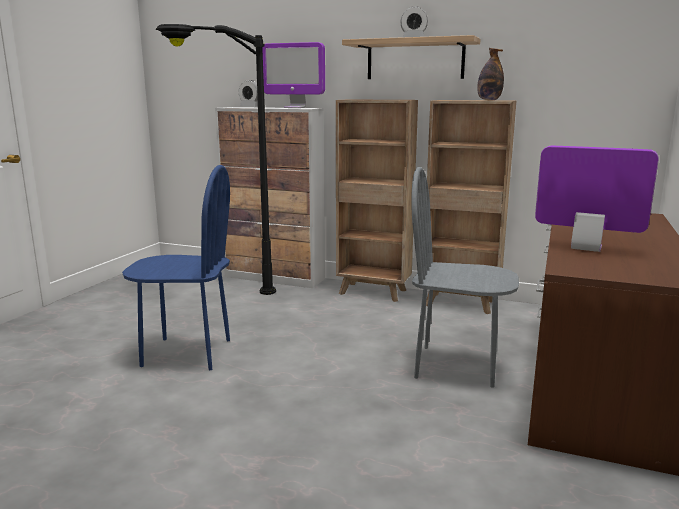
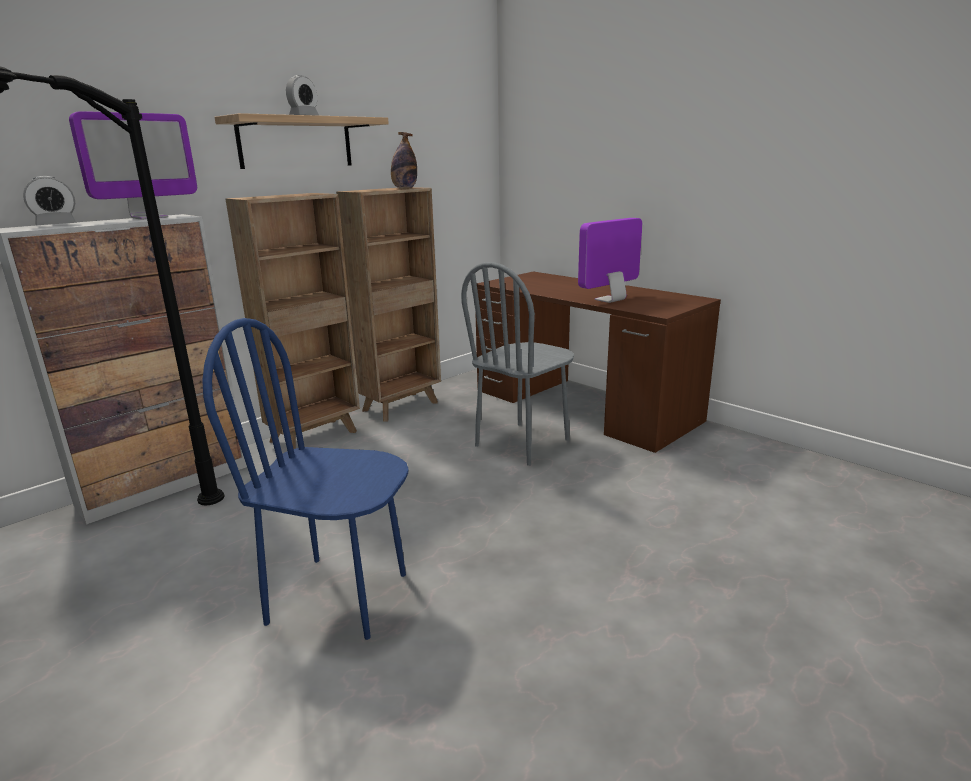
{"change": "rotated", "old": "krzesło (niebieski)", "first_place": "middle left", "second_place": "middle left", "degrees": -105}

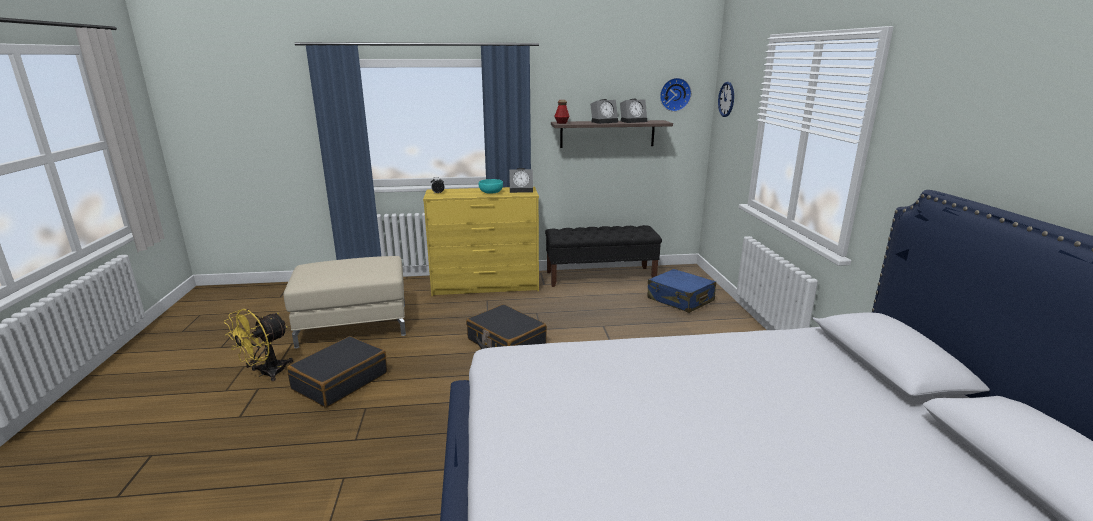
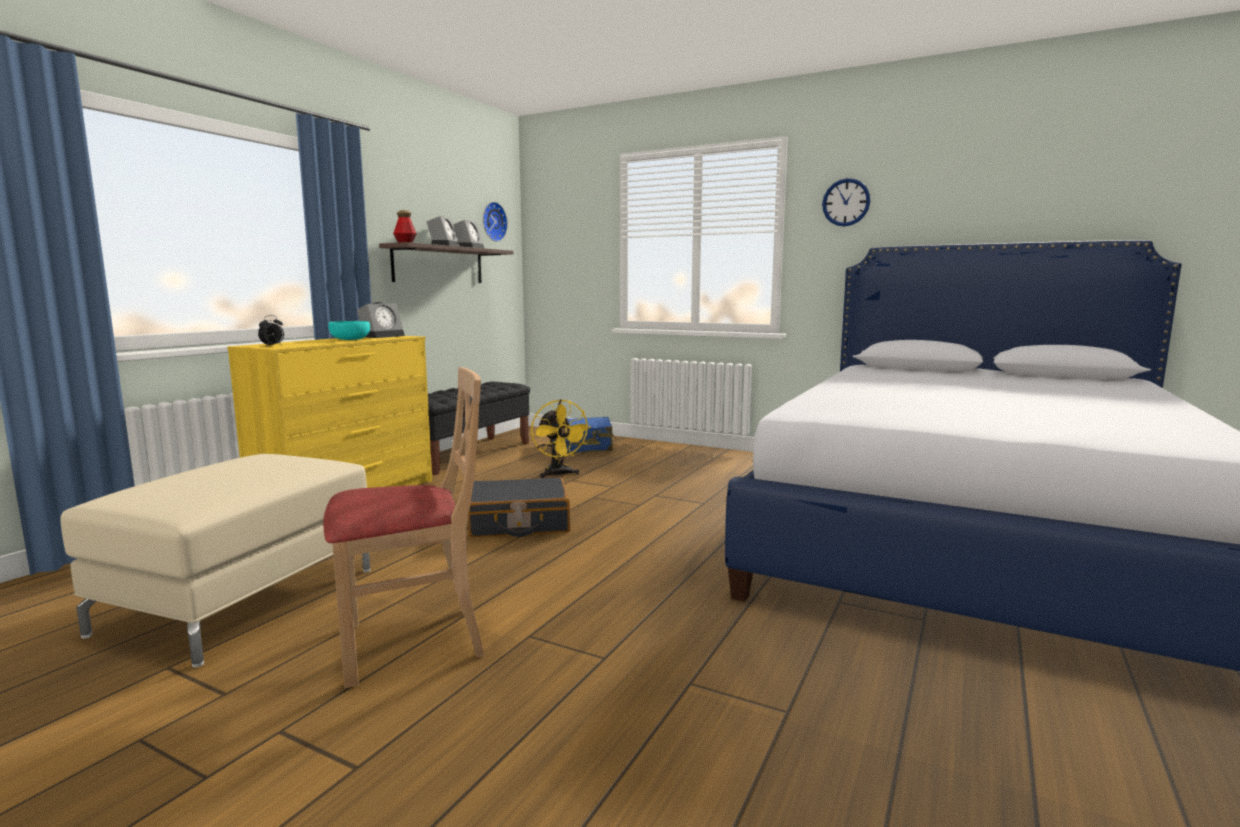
{"change": "shifted", "old": "wentylator (żółty)", "first_place": "middle left", "second_place": "centre"}
{"change": "shifted", "old": "zegar ścienny (no. 2 from left)", "first_place": "top centre", "second_place": "top right"}
{"change": "swapped", "old": "walizka (czarny) (no. 1 from left)", "new": "krzesło (beżowy)", "first_place": "bottom left", "second_place": "middle left"}

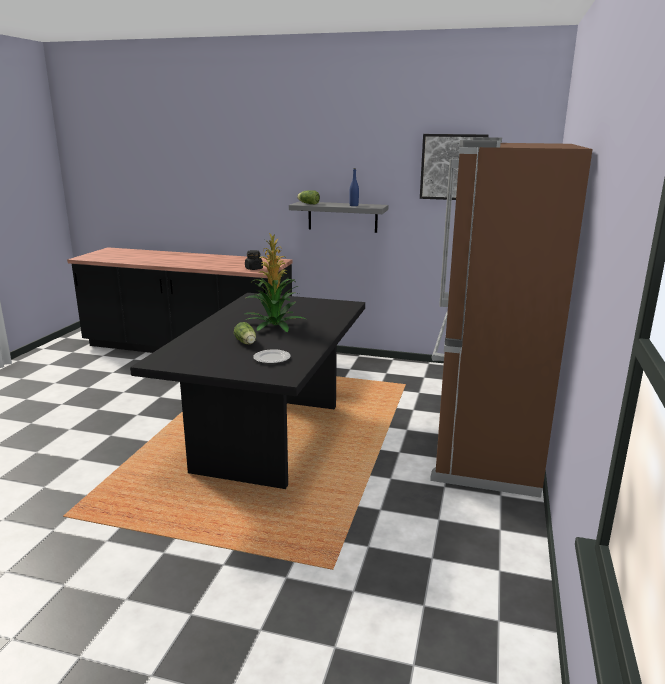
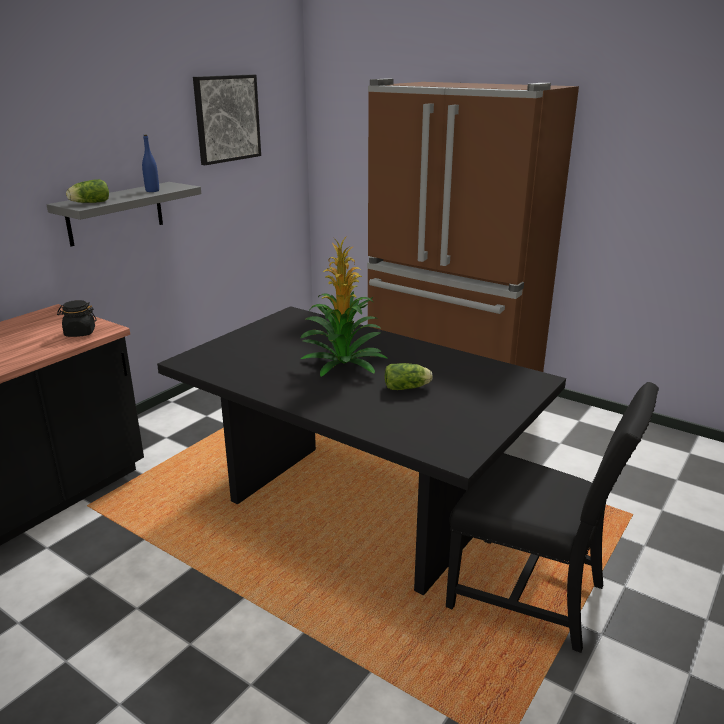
{"change": "gone", "old": "talerz", "first_place": "centre"}
{"change": "new", "new": "krzesło (czarny)", "second_place": "bottom right"}

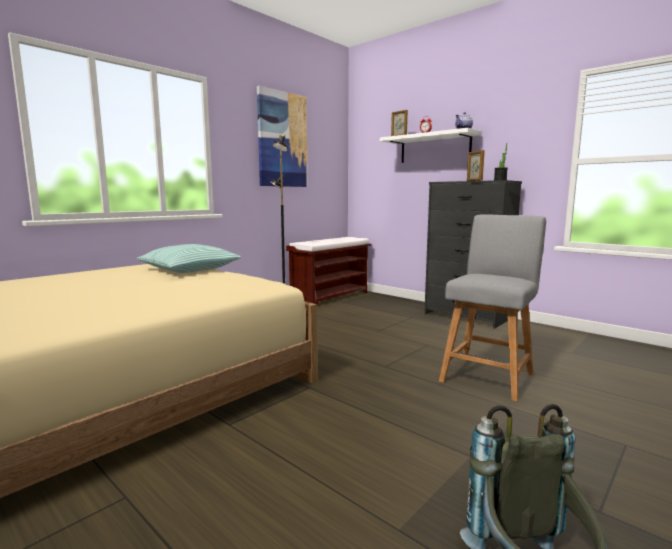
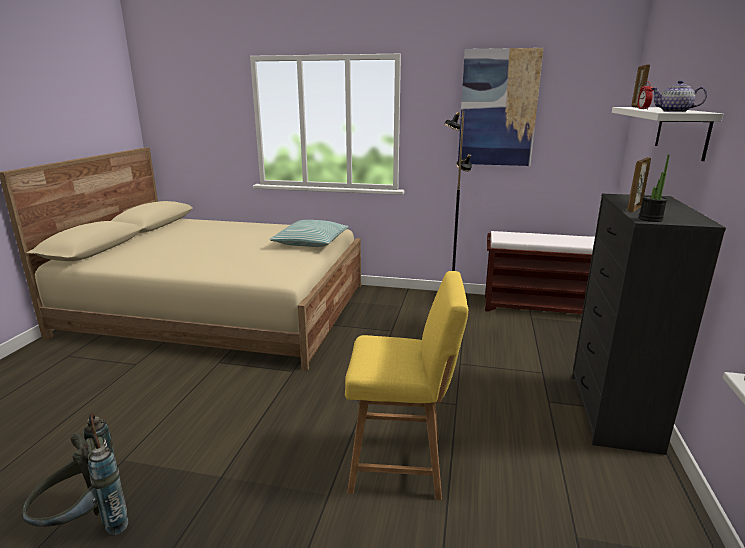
{"change": "repainted", "old": "krzesło (szary)", "new": "krzesło (żółty)", "first_place": "middle right", "second_place": "bottom centre"}

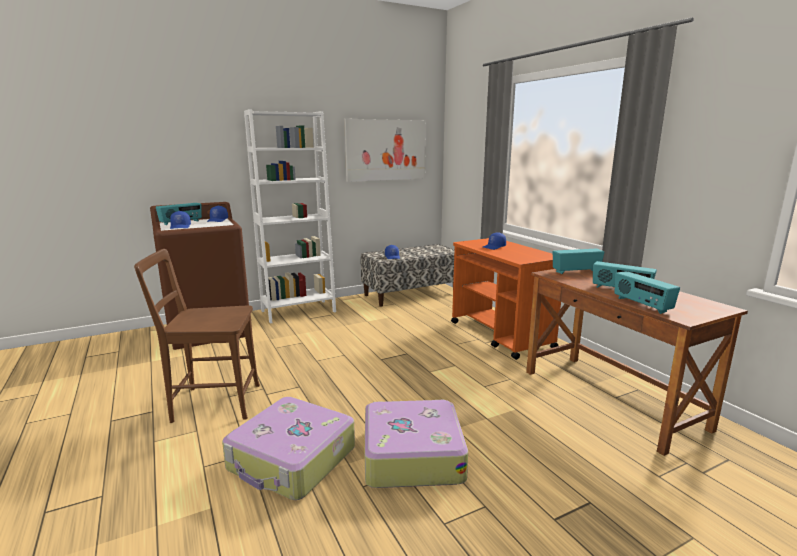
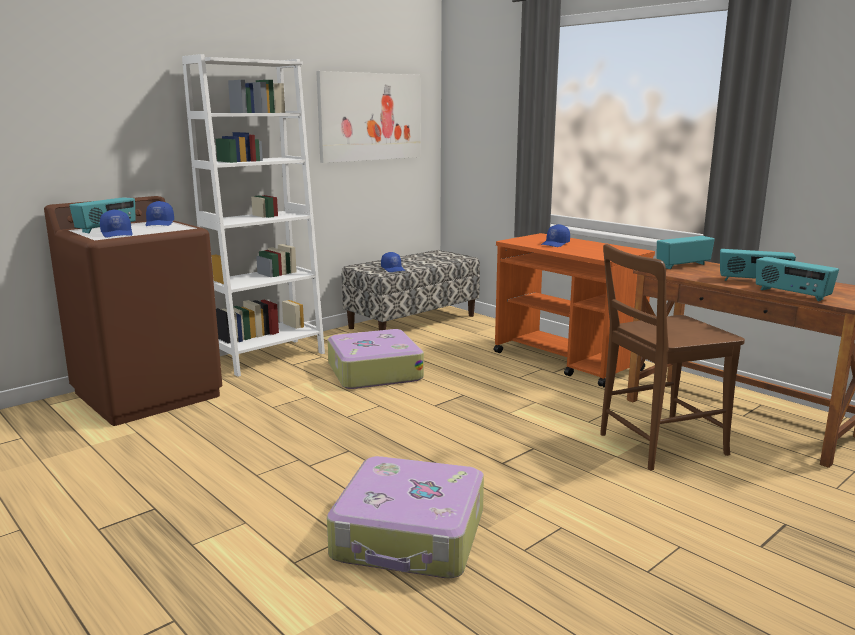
{"change": "shifted", "old": "krzesło (brązowy)", "first_place": "middle left", "second_place": "middle right"}
{"change": "shifted", "old": "walizka (no. 2 from left in the first image)", "new": "walizka (no. 1 from left)", "first_place": "bottom centre", "second_place": "centre"}

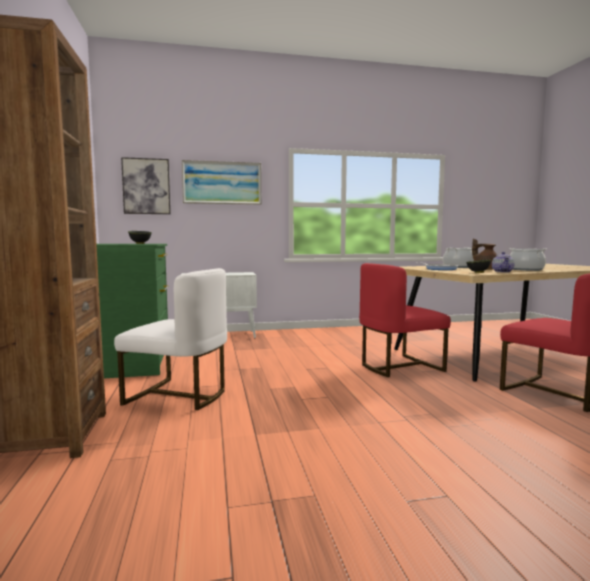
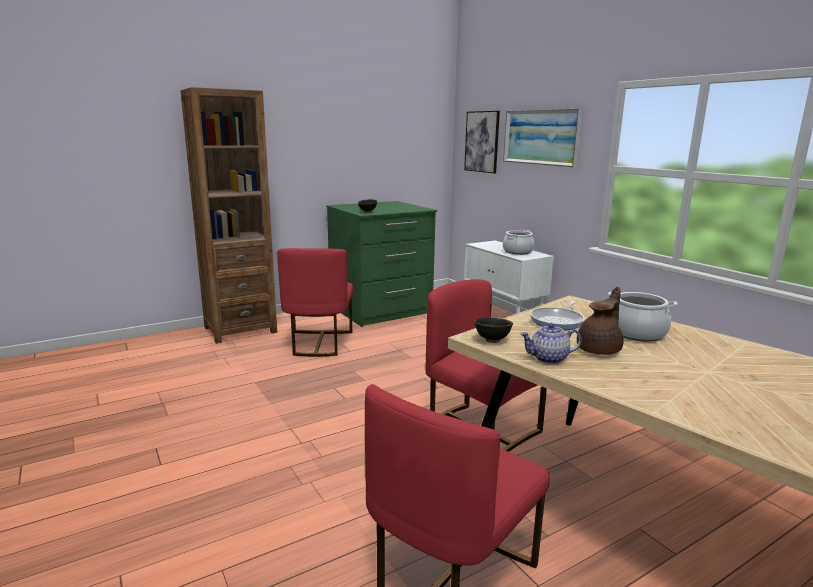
{"change": "shifted", "old": "garnek (no. 2 from left in the first image)", "new": "garnek (no. 1 from left)", "first_place": "middle right", "second_place": "centre"}
{"change": "repainted", "old": "krzesło (biały)", "new": "krzesło (czerwony) (no. 1 from left)", "first_place": "middle left", "second_place": "centre"}

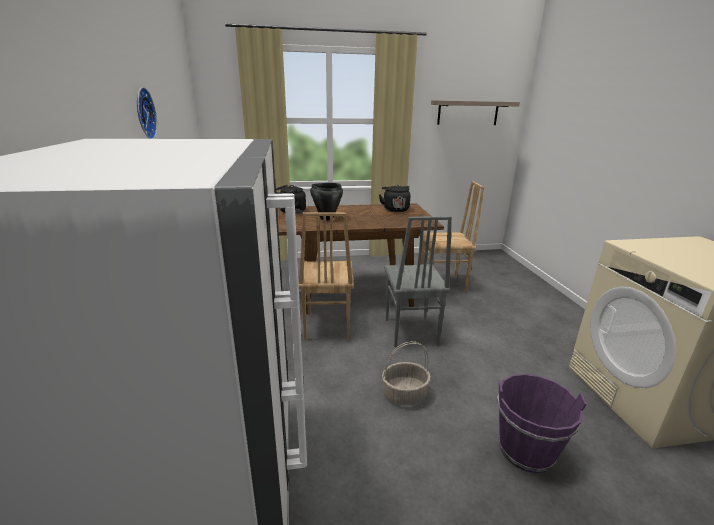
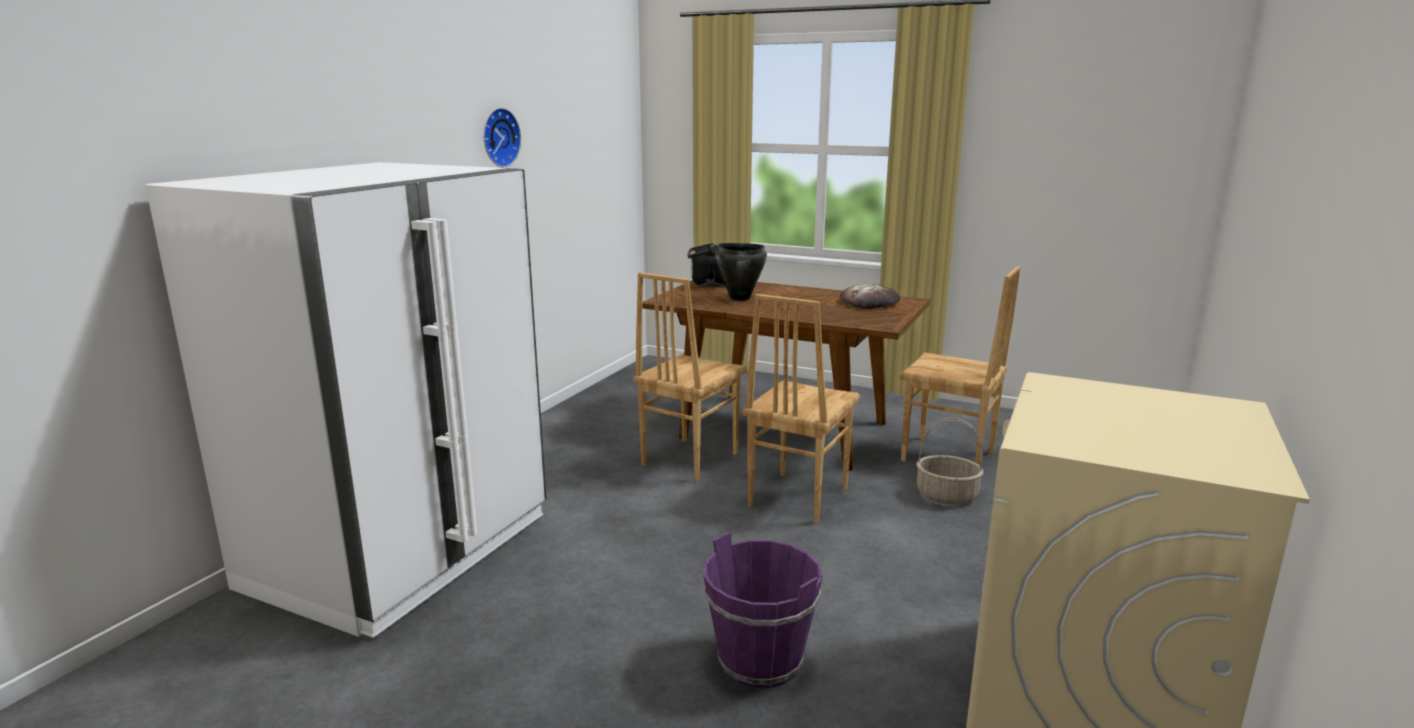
{"change": "gone", "old": "półka", "first_place": "top centre"}
{"change": "shifted", "old": "koszyk", "first_place": "bottom centre", "second_place": "middle right"}
{"change": "swapped", "old": "czajnik (czarny) (no. 2 from left)", "new": "chleb", "first_place": "centre", "second_place": "centre"}
{"change": "repainted", "old": "krzesło (szary)", "new": "krzesło (brązowy) (no. 2 from left)", "first_place": "centre", "second_place": "centre"}

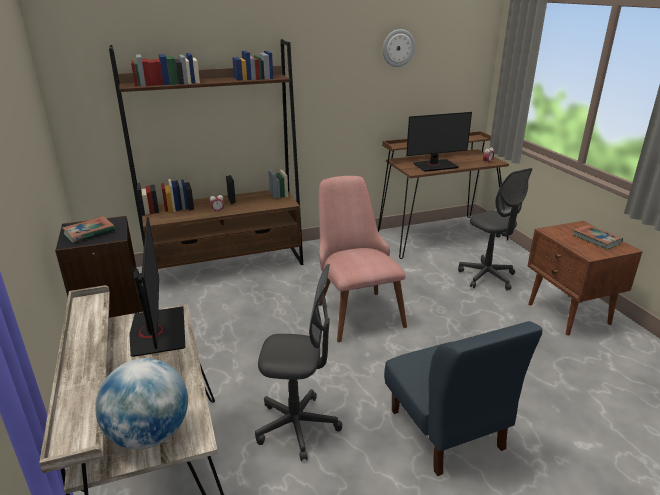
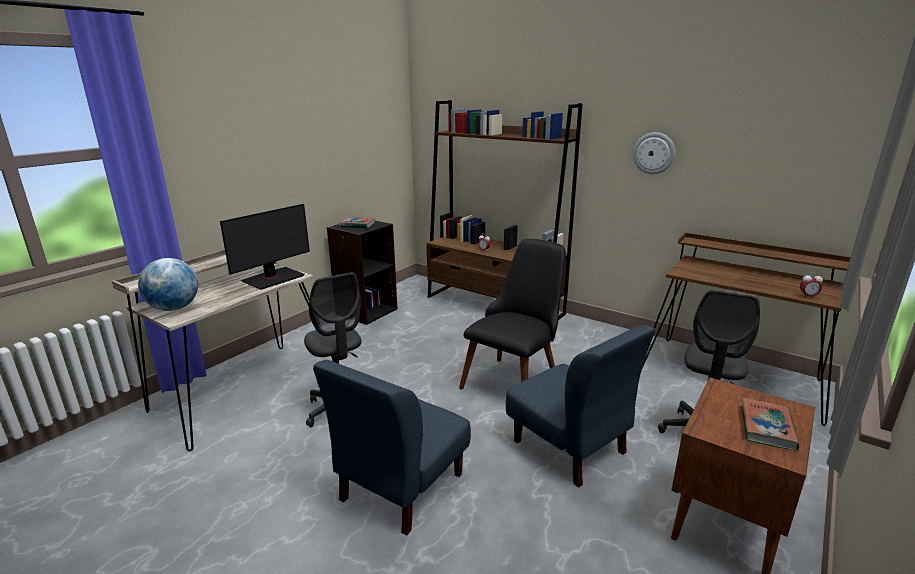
{"change": "gone", "old": "monitor (no. 2 from left)", "first_place": "top centre"}
{"change": "new", "new": "krzesło (niebieski) (no. 2 from left)", "second_place": "bottom centre"}
{"change": "shifted", "old": "zegar ścienny", "first_place": "top centre", "second_place": "top right"}
{"change": "repainted", "old": "krzesło (różowy)", "new": "krzesło (czarny)", "first_place": "centre", "second_place": "centre"}

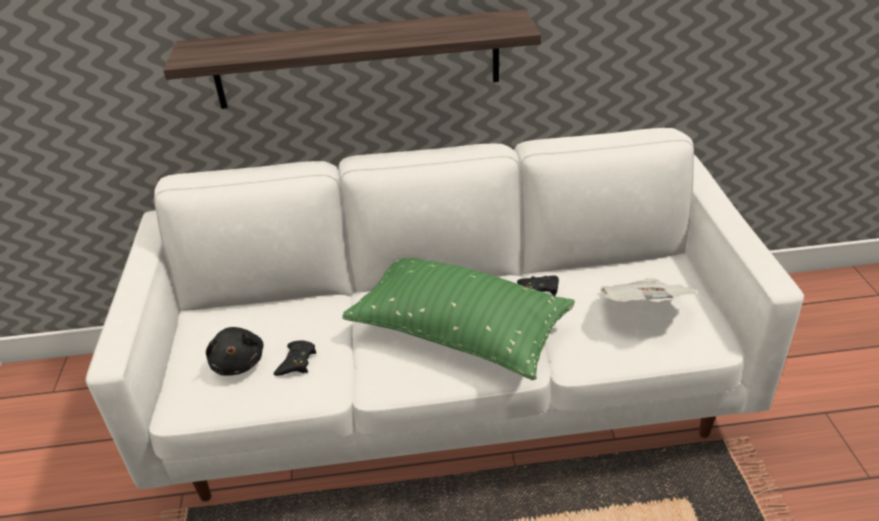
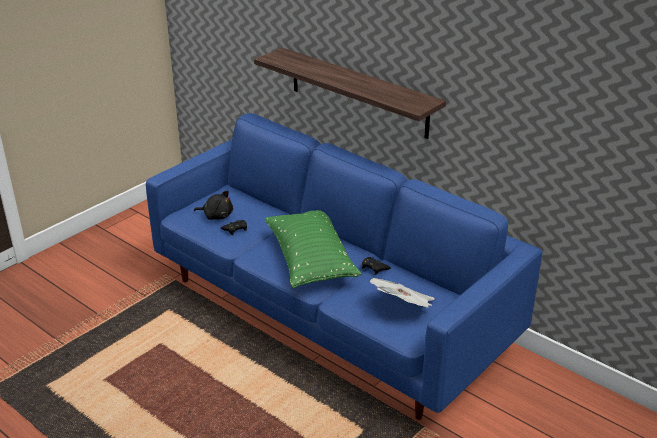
{"change": "repainted", "old": "kanapa (biały)", "new": "kanapa (niebieski)", "first_place": "centre", "second_place": "centre"}
{"change": "rotated", "old": "pluszak (czarny)", "first_place": "bottom left", "second_place": "middle left", "degrees": -105}

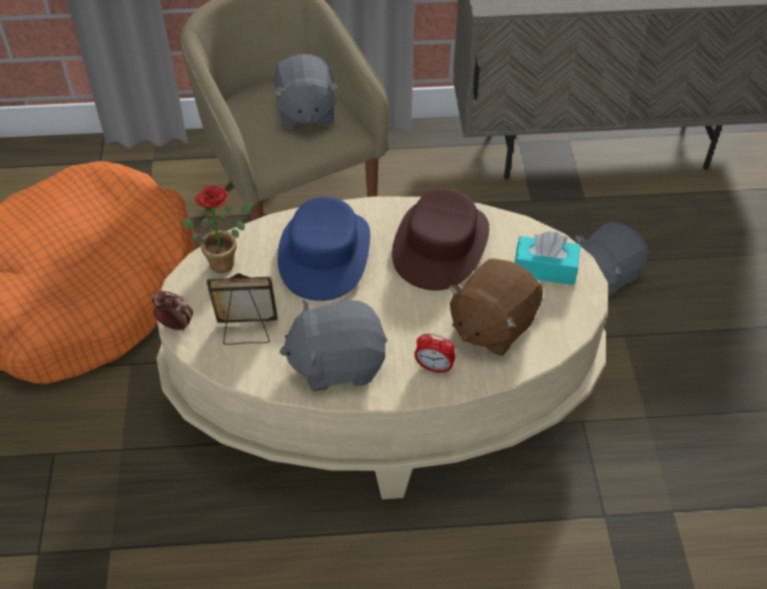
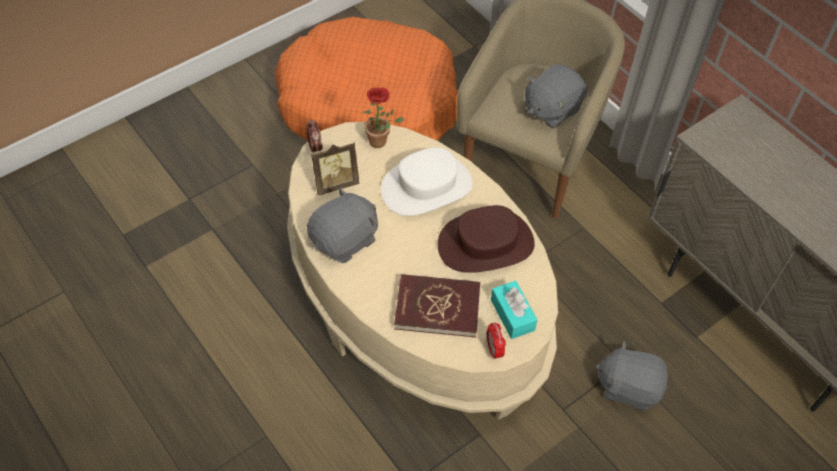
{"change": "shifted", "old": "budzik (no. 2 from left)", "first_place": "centre", "second_place": "bottom centre"}
{"change": "swapped", "old": "pluszak (brązowy)", "new": "książka (czerwony)", "first_place": "centre", "second_place": "centre"}
{"change": "repainted", "old": "kapelusz (niebieski)", "new": "kapelusz (biały)", "first_place": "centre", "second_place": "centre"}
{"change": "rotated", "old": "ramka na zdjęcie", "first_place": "middle left", "second_place": "centre", "degrees": 105}
{"change": "rotated", "old": "pluszak (szary) (no. 2 from left in the first image)", "first_place": "centre", "second_place": "centre", "degrees": 90}

